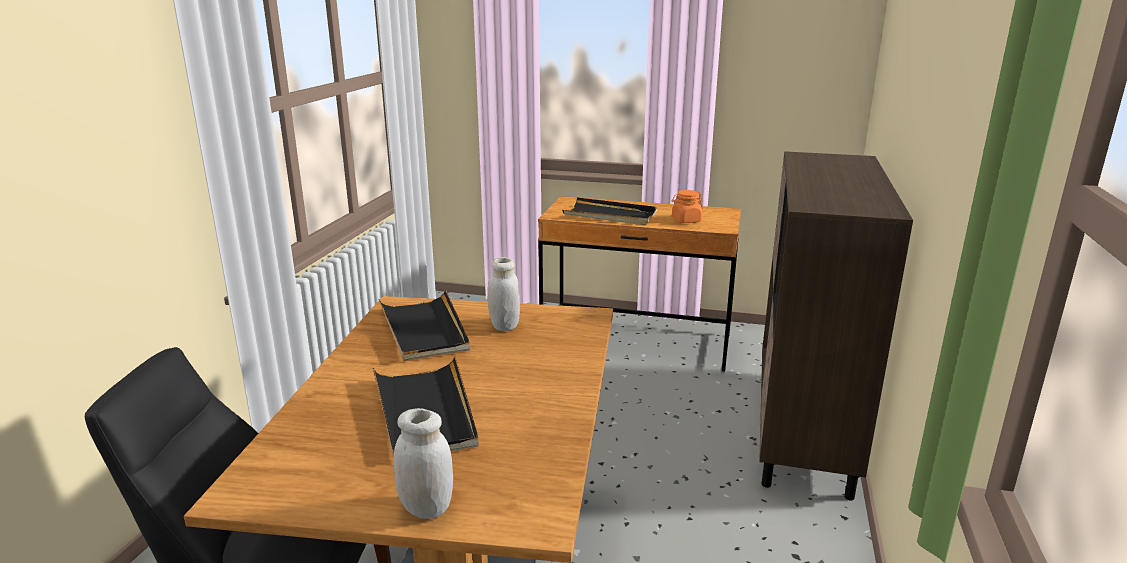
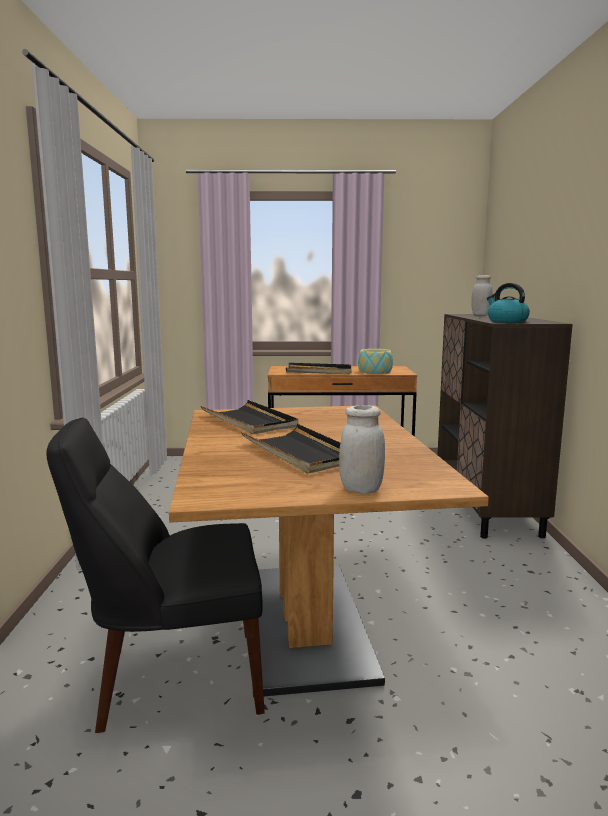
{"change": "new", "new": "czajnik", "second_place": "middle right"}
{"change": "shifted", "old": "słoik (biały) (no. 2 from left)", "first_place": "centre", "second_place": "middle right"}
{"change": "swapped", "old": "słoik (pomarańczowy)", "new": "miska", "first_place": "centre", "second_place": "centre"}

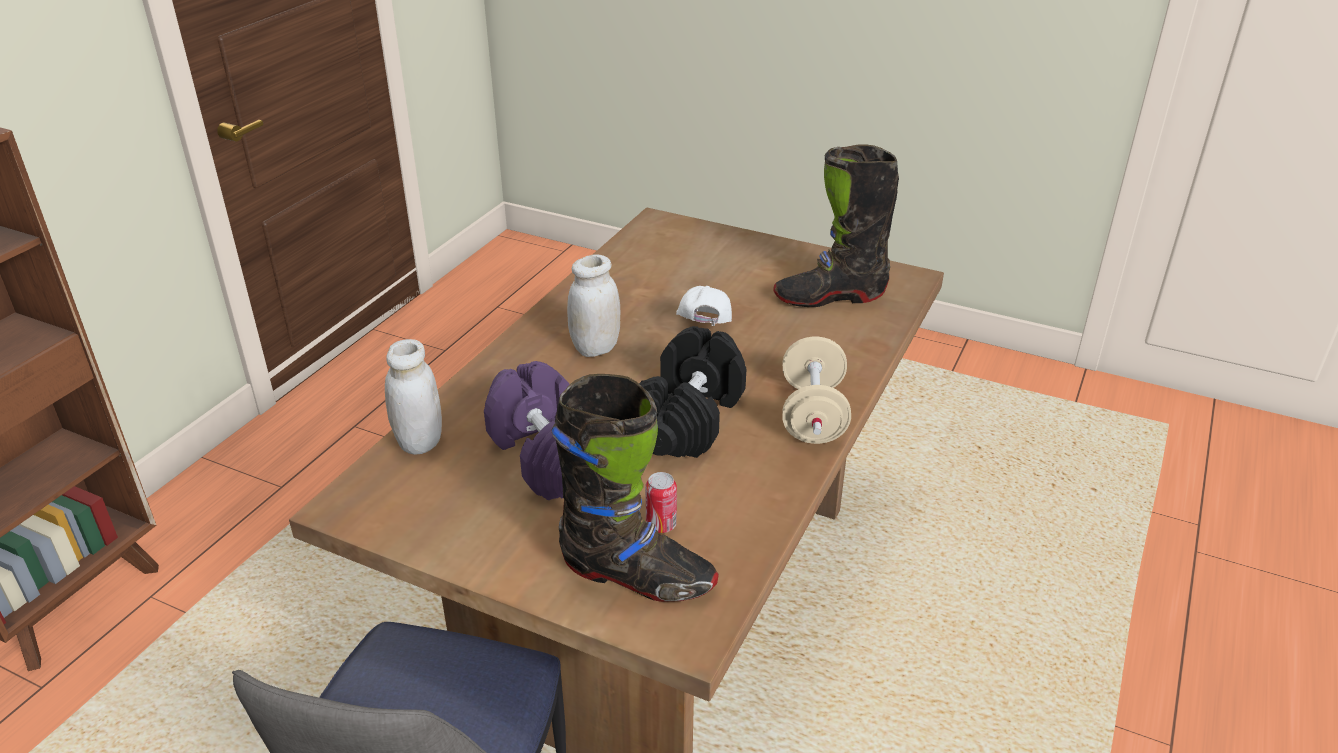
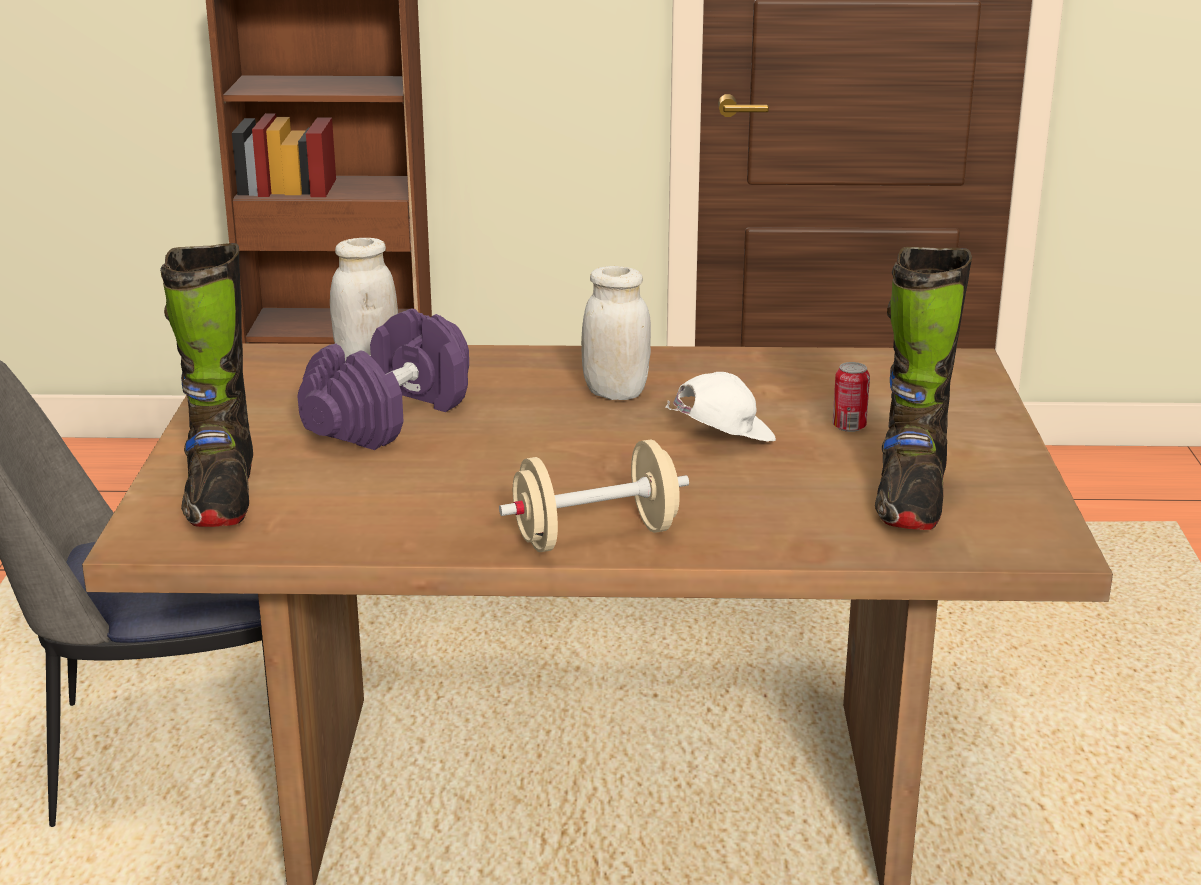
{"change": "gone", "old": "hantel (czarny)", "first_place": "centre"}
{"change": "shifted", "old": "puszka", "first_place": "bottom centre", "second_place": "middle right"}
{"change": "rotated", "old": "but z cholewką (czarny) (no. 2 from left)", "first_place": "top centre", "second_place": "middle right", "degrees": -135}

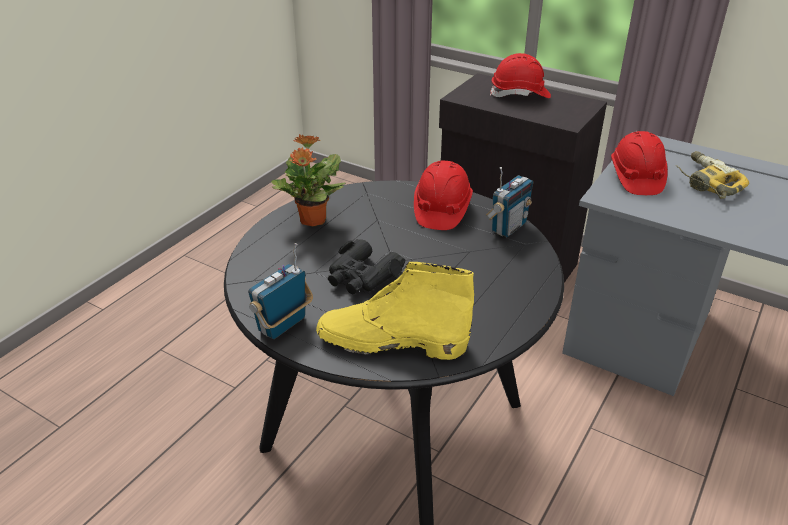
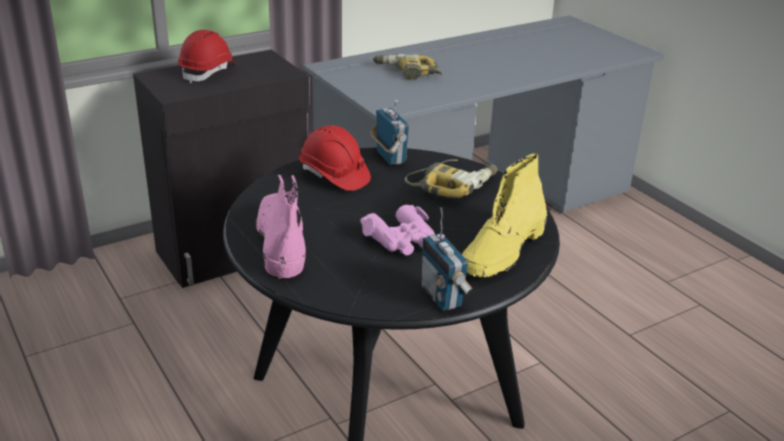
{"change": "gone", "old": "kask (czerwony) (no. 3 from left)", "first_place": "top right"}
{"change": "new", "new": "wiertarka (no. 2 from left)", "second_place": "centre"}
{"change": "swapped", "old": "roślina doniczkowa", "new": "but z cholewką (różowy)", "first_place": "centre", "second_place": "centre"}
{"change": "repainted", "old": "lornetka (czarny)", "new": "lornetka (różowy)", "first_place": "centre", "second_place": "centre"}

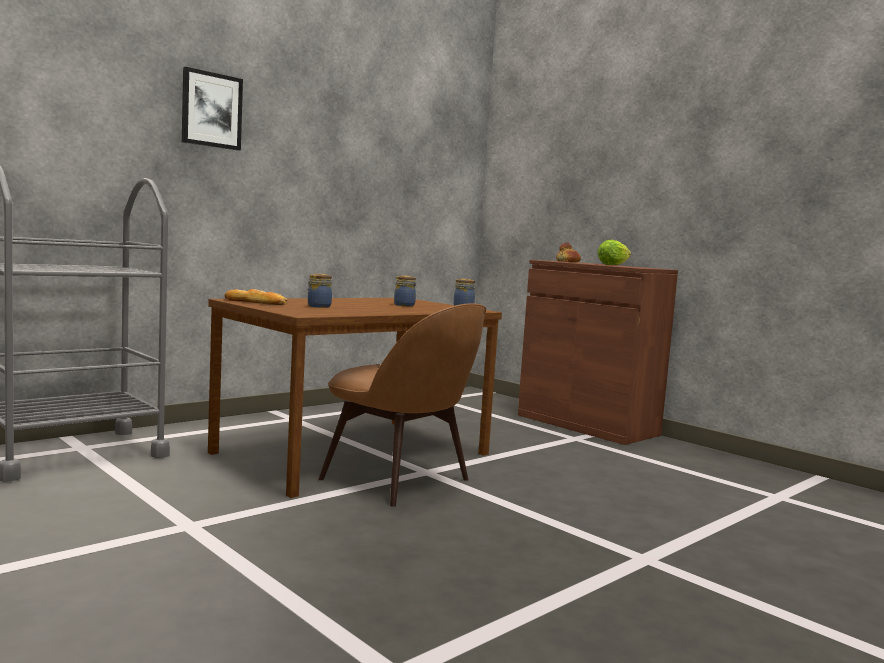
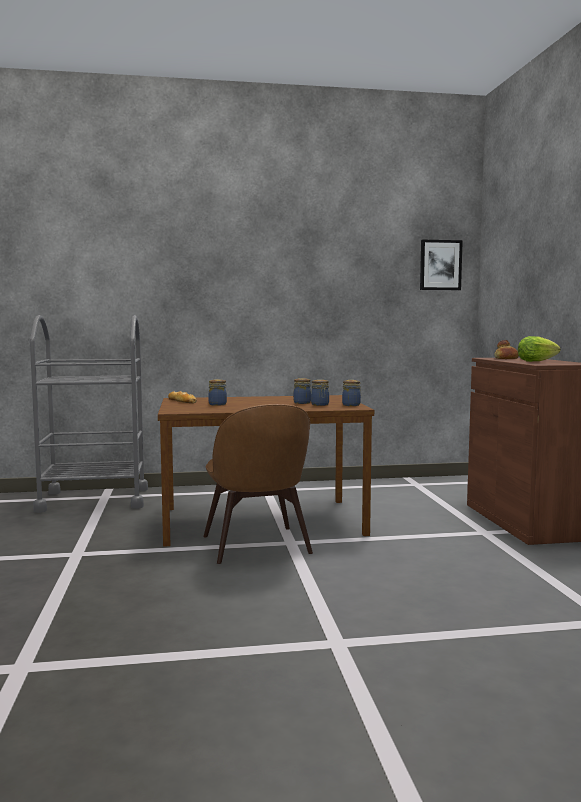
{"change": "new", "new": "słoik (no. 3 from left)", "second_place": "centre"}
{"change": "shifted", "old": "obraz", "first_place": "top left", "second_place": "top right"}

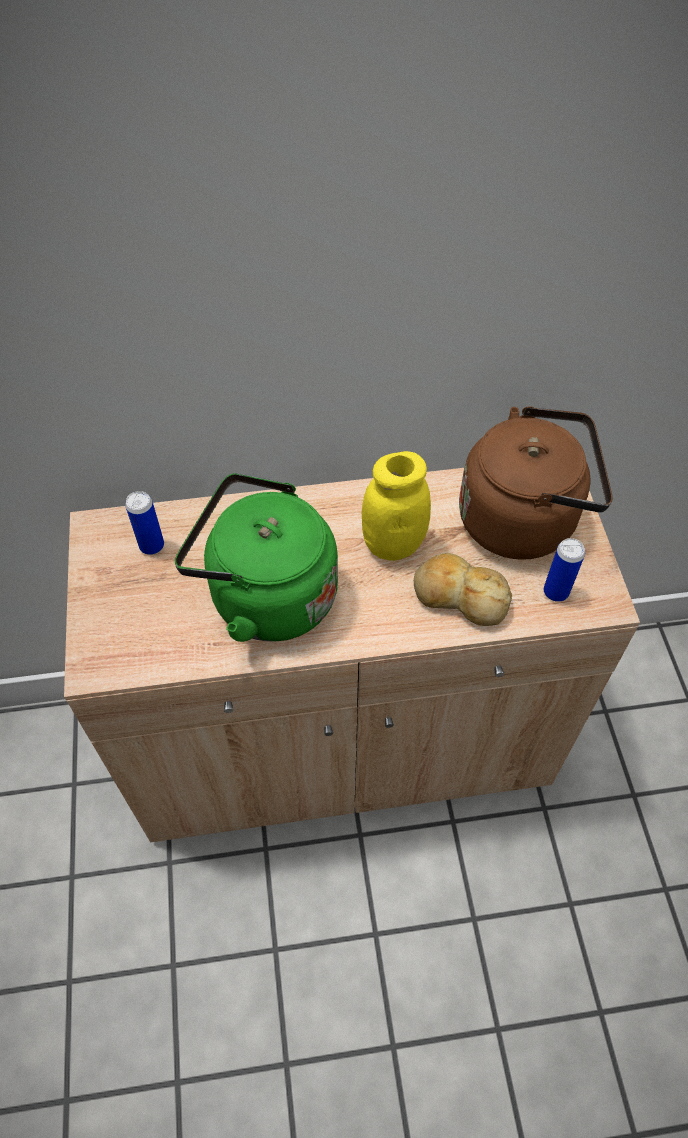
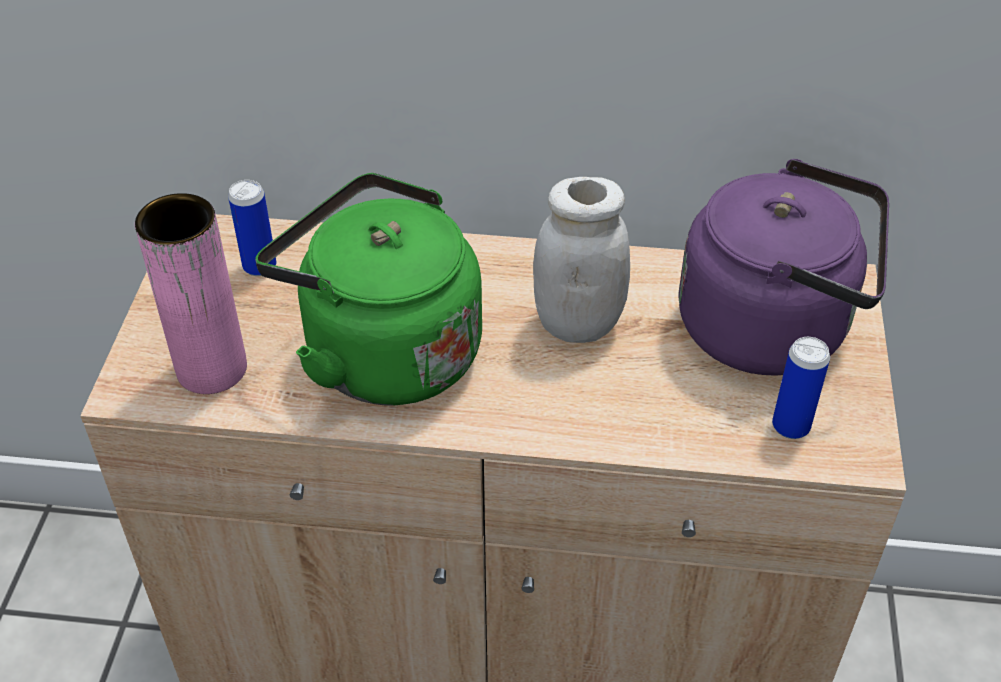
{"change": "gone", "old": "chleb", "first_place": "middle right"}
{"change": "new", "new": "wazon (różowy)", "second_place": "middle left"}
{"change": "repainted", "old": "słoik (żółty)", "new": "słoik (biały)", "first_place": "centre", "second_place": "centre"}
{"change": "repainted", "old": "czajnik (brązowy)", "new": "czajnik (fioletowy)", "first_place": "middle right", "second_place": "middle right"}

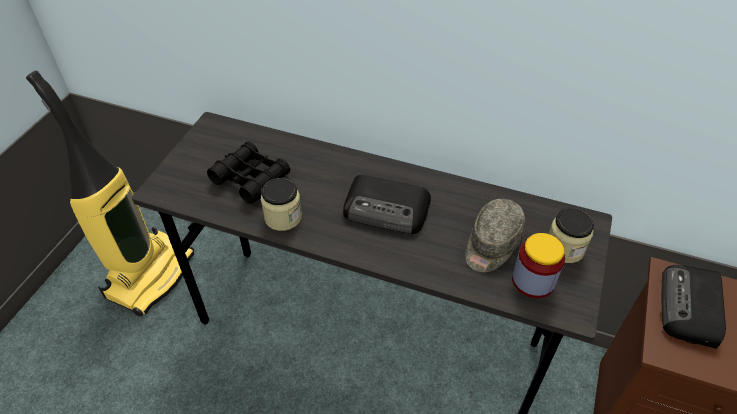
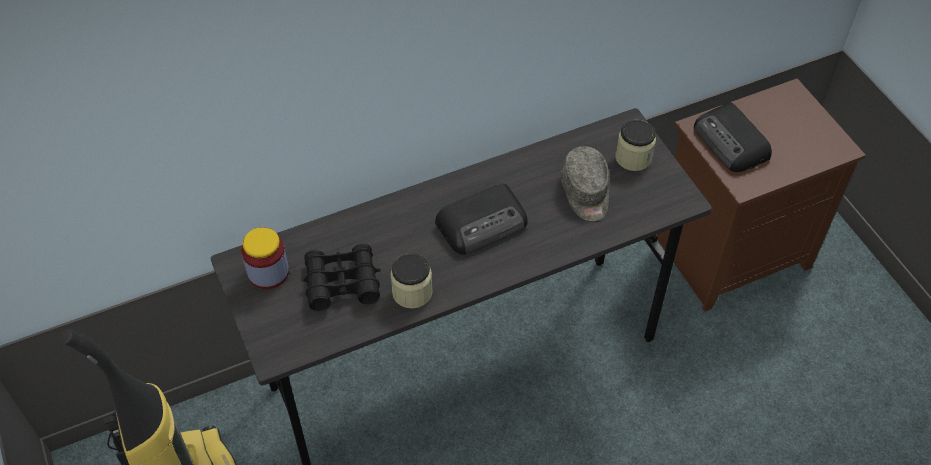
{"change": "shifted", "old": "słoik (no. 2 from left in the first image)", "new": "słoik (no. 1 from left)", "first_place": "middle right", "second_place": "middle left"}

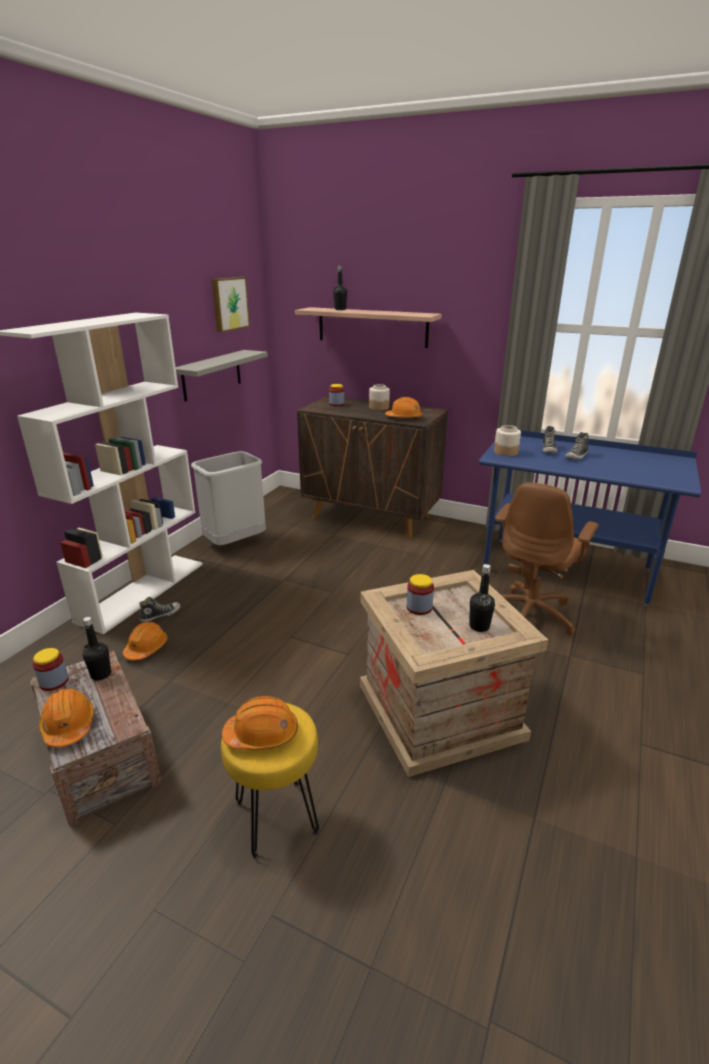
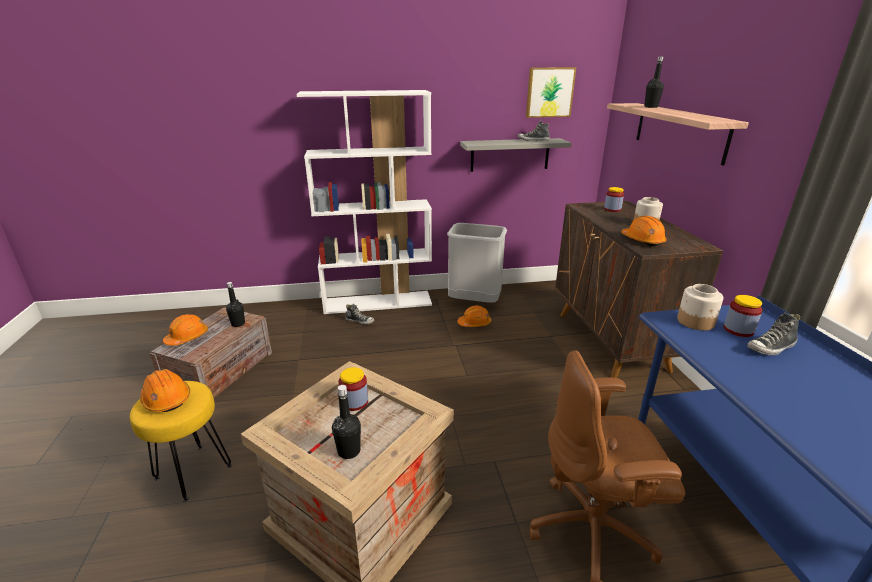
{"change": "shifted", "old": "słoik (no. 1 from left in the first image)", "new": "słoik (no. 5 from left)", "first_place": "middle left", "second_place": "middle right"}
{"change": "shifted", "old": "kask (pomarańczowy) (no. 2 from left in the first image)", "new": "kask (pomarańczowy) (no. 3 from left)", "first_place": "middle left", "second_place": "centre"}
{"change": "shifted", "old": "but (no. 3 from left in the first image)", "new": "but (no. 2 from left)", "first_place": "middle right", "second_place": "top centre"}

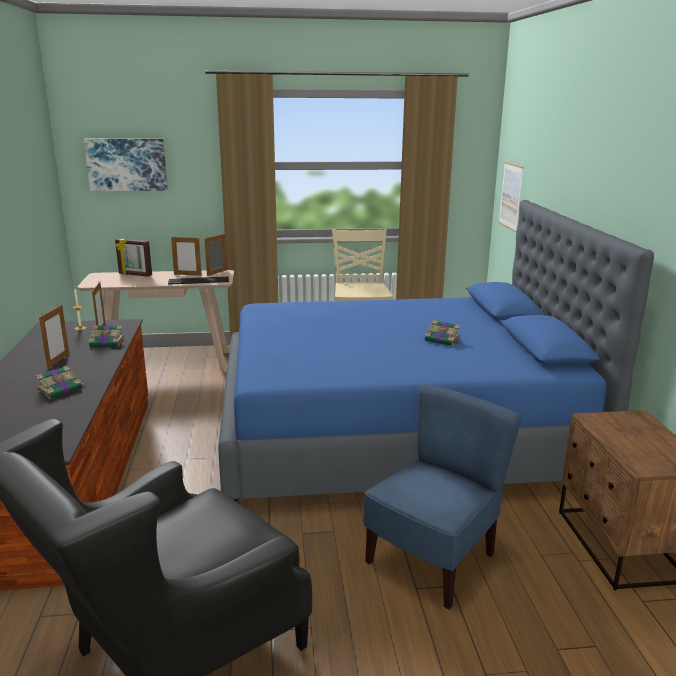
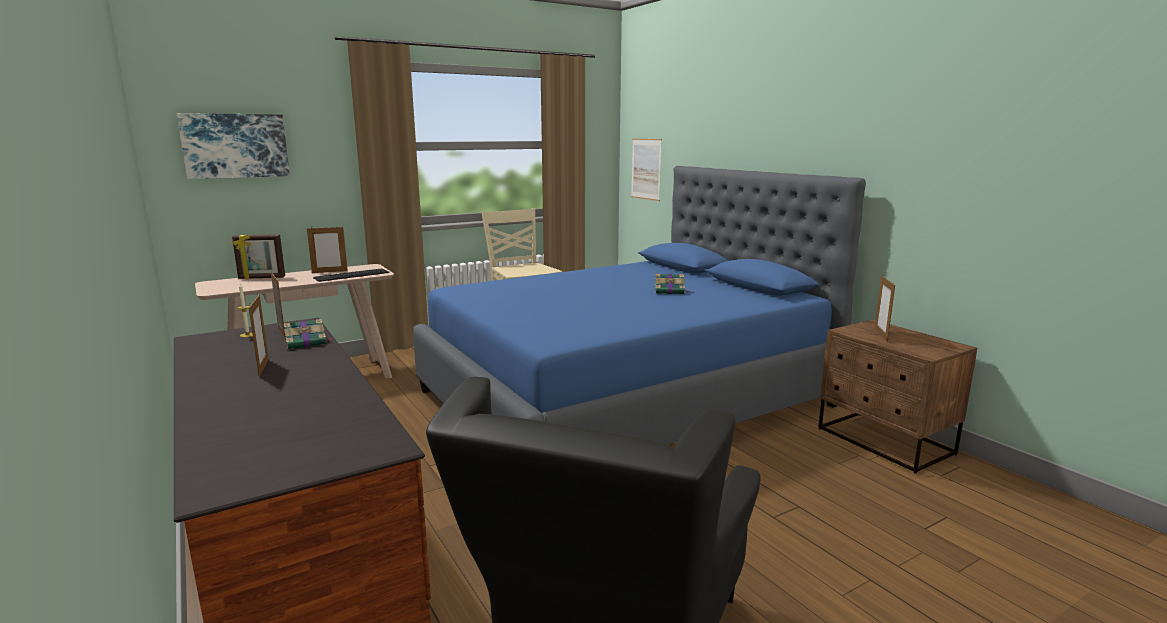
{"change": "gone", "old": "książka (no. 1 from left)", "first_place": "middle left"}
{"change": "gone", "old": "krzesło (niebieski)", "first_place": "bottom centre"}
{"change": "shifted", "old": "ramka na zdjęcie (no. 5 from left)", "first_place": "middle left", "second_place": "middle right"}

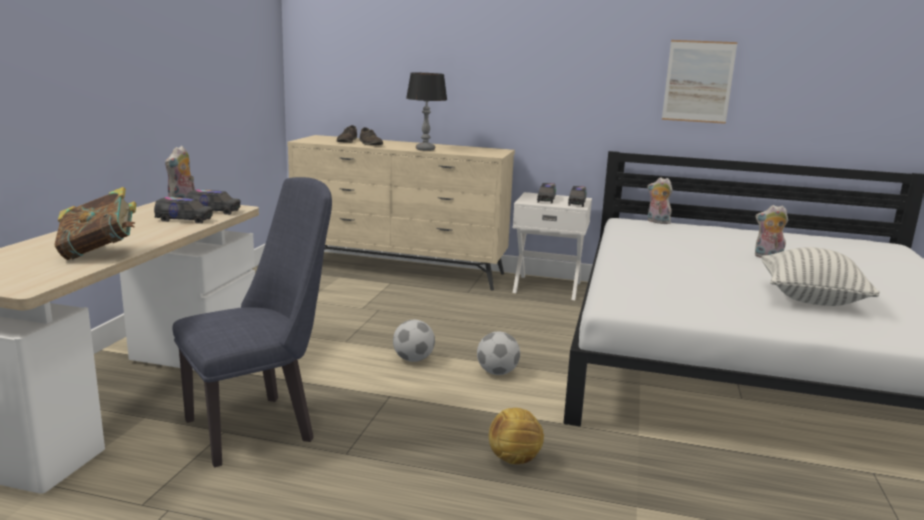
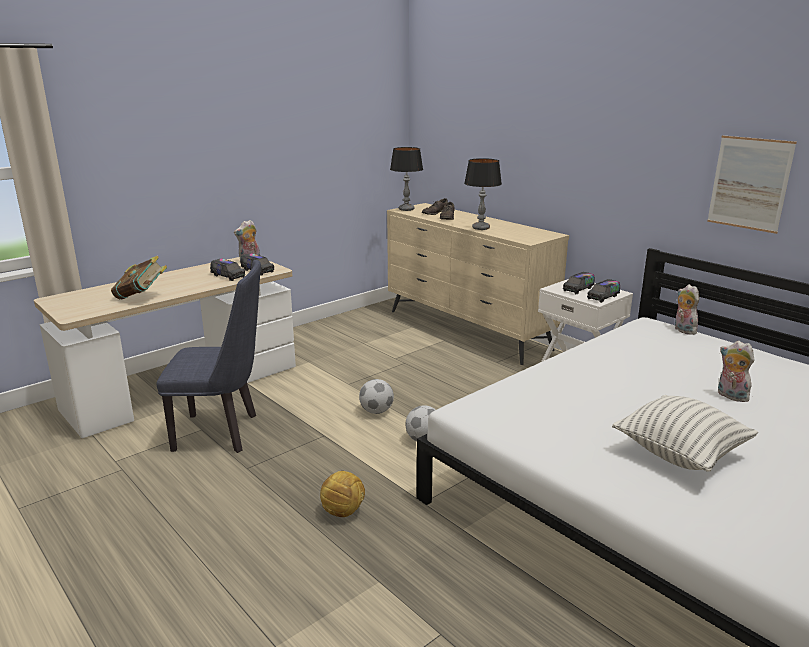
{"change": "new", "new": "lampa stołowa (no. 1 from left)", "second_place": "top centre"}

